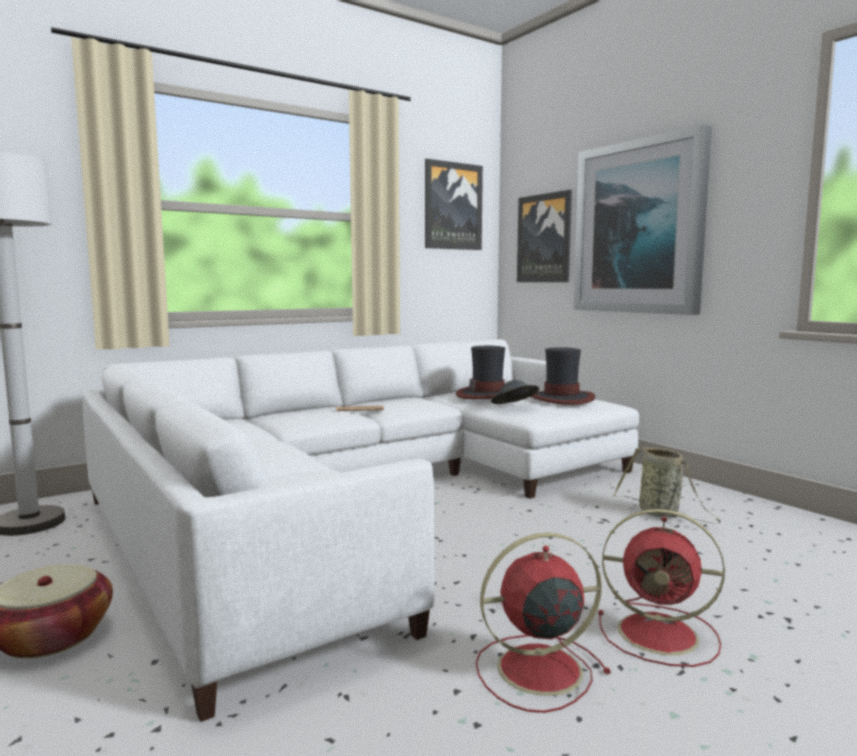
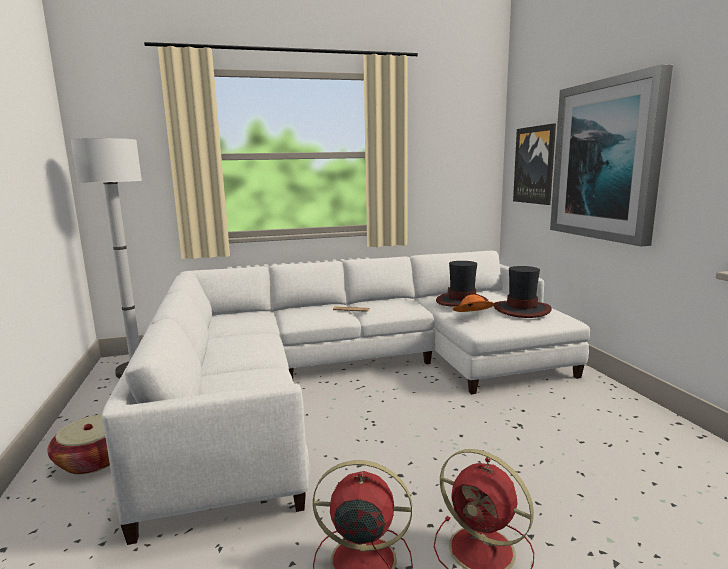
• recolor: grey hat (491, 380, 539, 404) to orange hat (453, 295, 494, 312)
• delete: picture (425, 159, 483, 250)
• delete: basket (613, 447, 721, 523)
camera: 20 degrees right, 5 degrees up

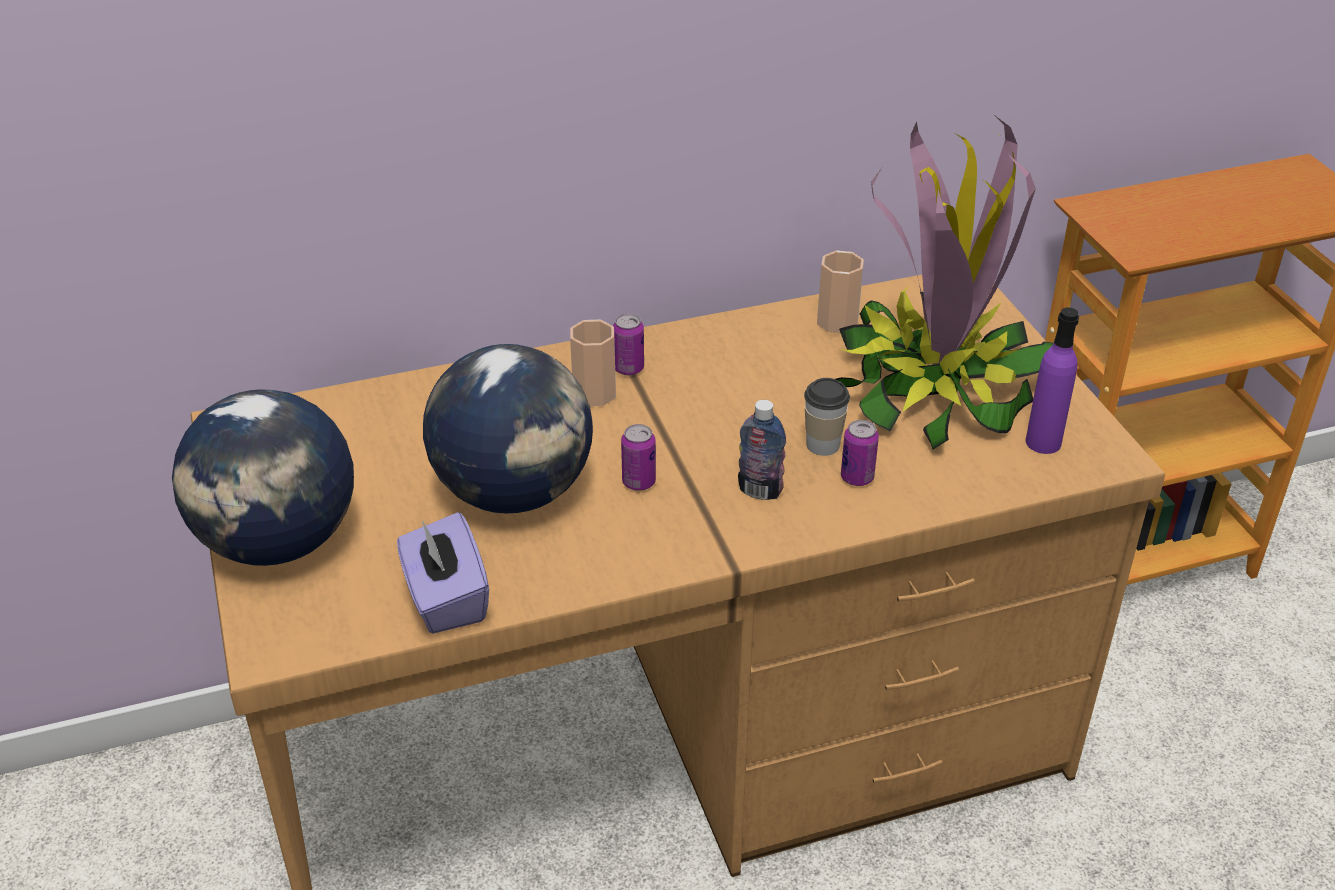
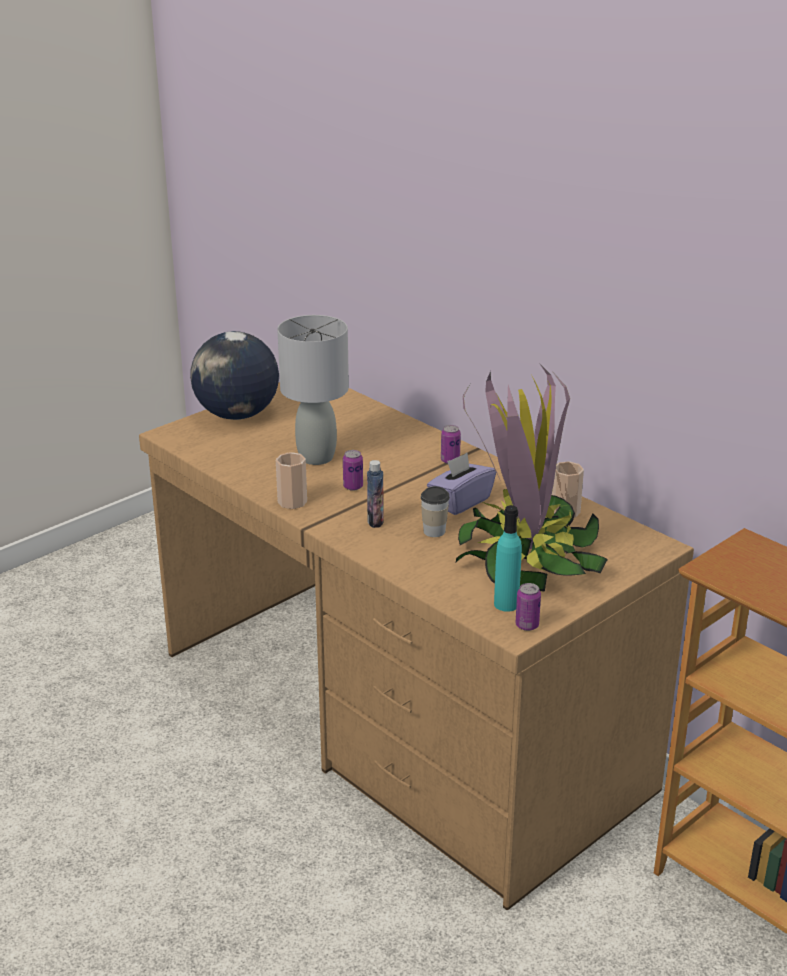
• move: cup (570, 320, 616, 406) to (276, 452, 307, 509)
• replace: globe (423, 344, 593, 514) to grey table lamp (277, 315, 349, 465)
• move: purple tissue box (397, 512, 489, 634) to (427, 453, 496, 515)
• recolor: purple bottle (1026, 307, 1079, 454) to turquoise bottle (494, 505, 522, 612)
• move: can (841, 420, 879, 486) to (515, 583, 541, 631)
camera: 65 degrees right, 10 degrees down

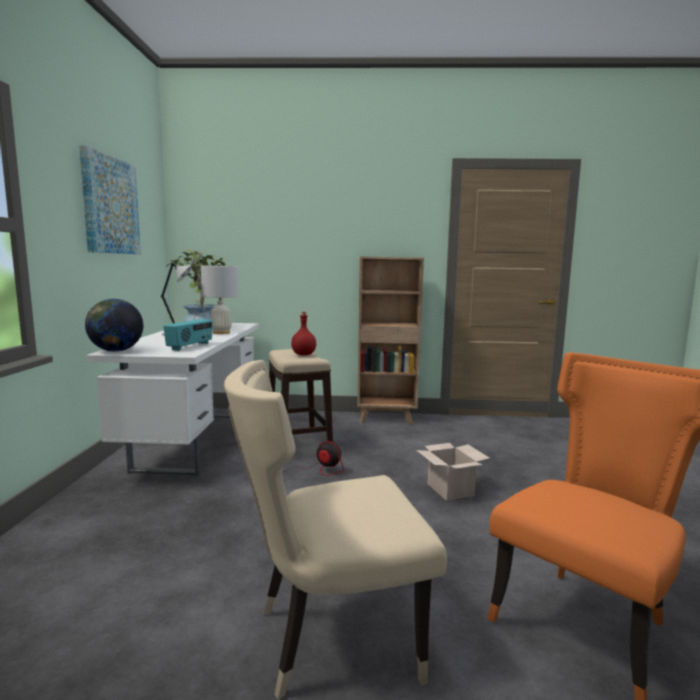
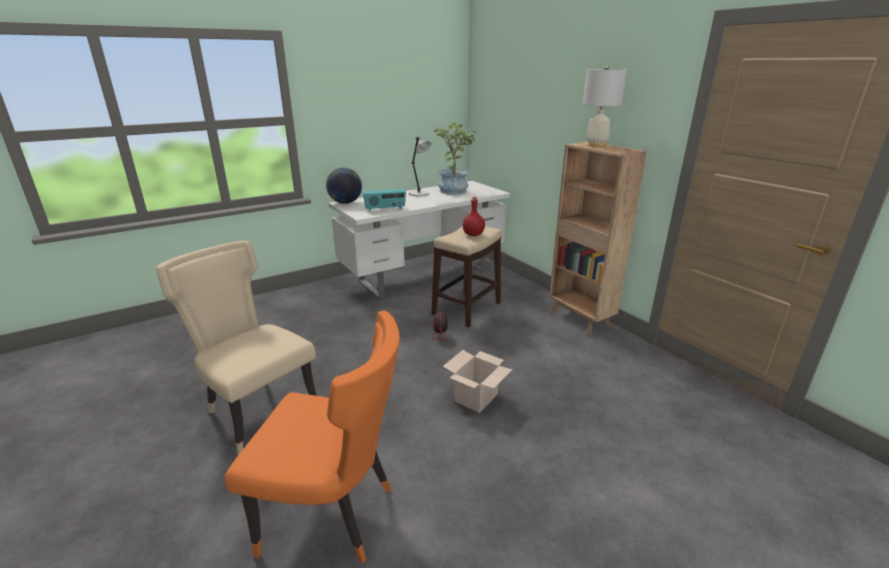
• move: white table lamp (201, 263, 238, 334) to (583, 66, 627, 147)
• delete: picture (79, 145, 141, 254)
camera: 55 degrees right, 15 degrees up

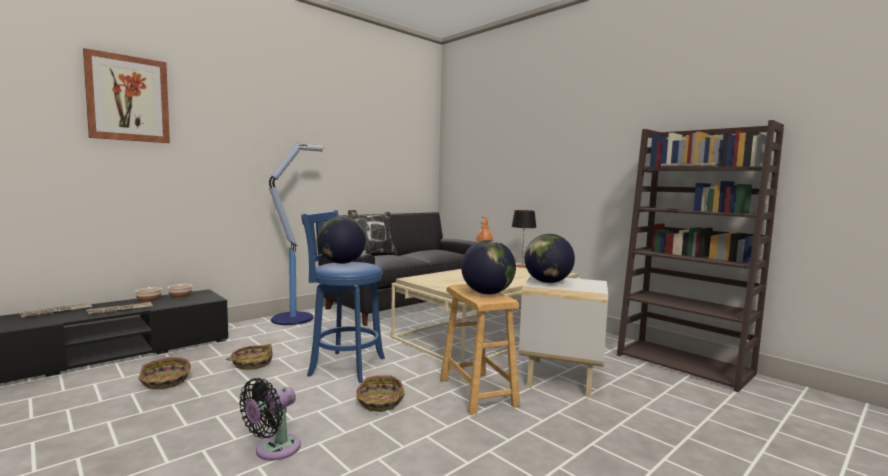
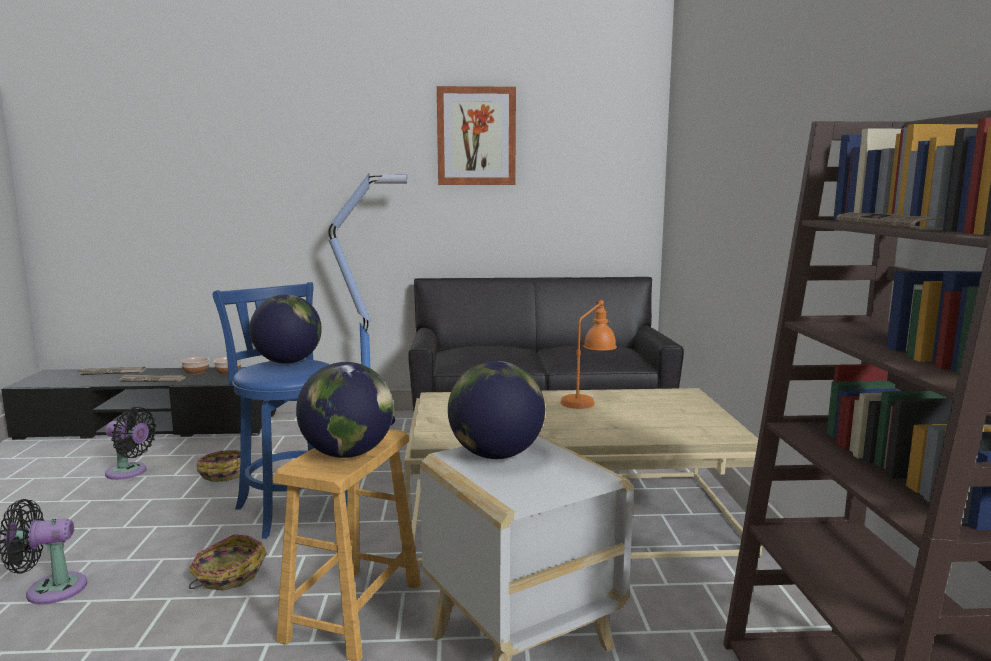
• replace: basket (138, 357, 191, 389) to black fan (105, 407, 157, 480)
• move: picture (83, 48, 170, 143) to (437, 86, 516, 185)
• delete: pillow (348, 210, 397, 254)
• delete: table lamp (511, 210, 536, 268)
camera: 40 degrees right, 5 degrees up

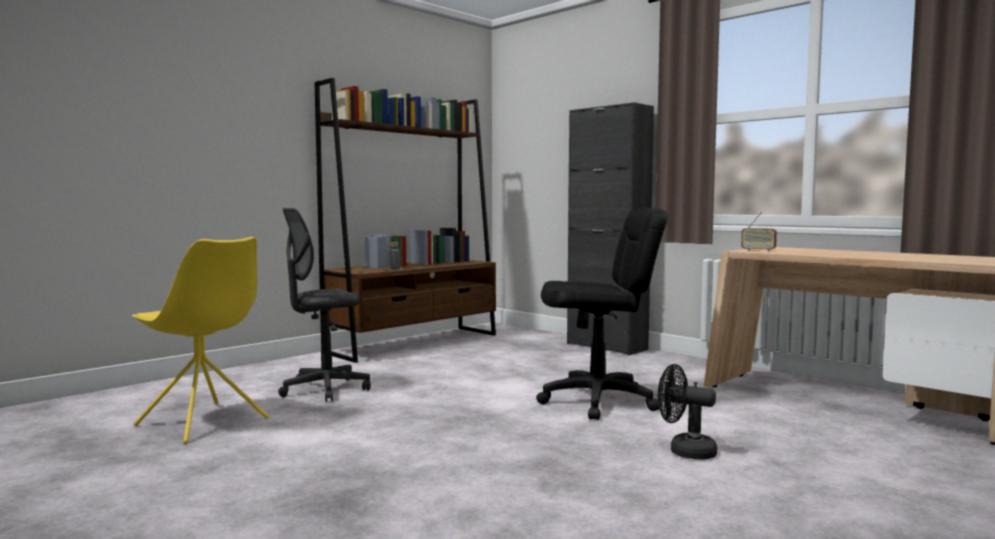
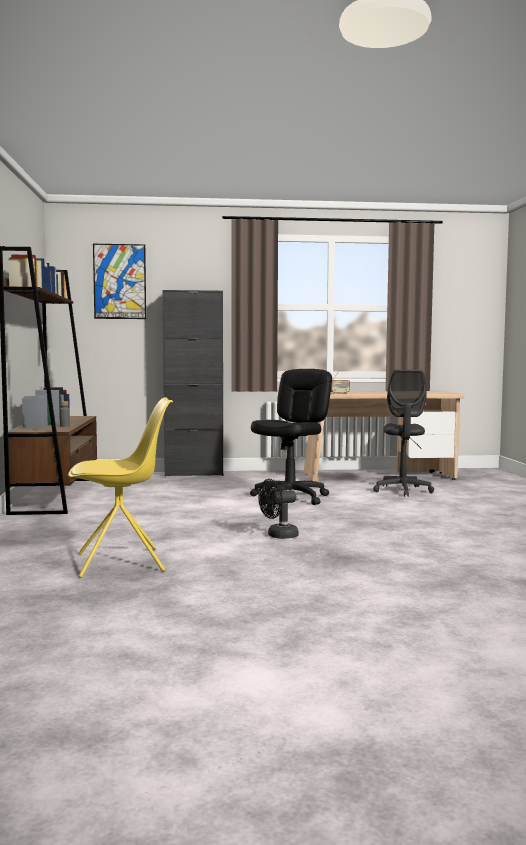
• insert: picture (93, 244, 146, 319)
• move: black fan (658, 364, 717, 460) to (258, 479, 299, 539)
• move: grey office chair (278, 208, 371, 402) to (373, 369, 434, 497)
camera: 50 degrees left, 0 degrees up

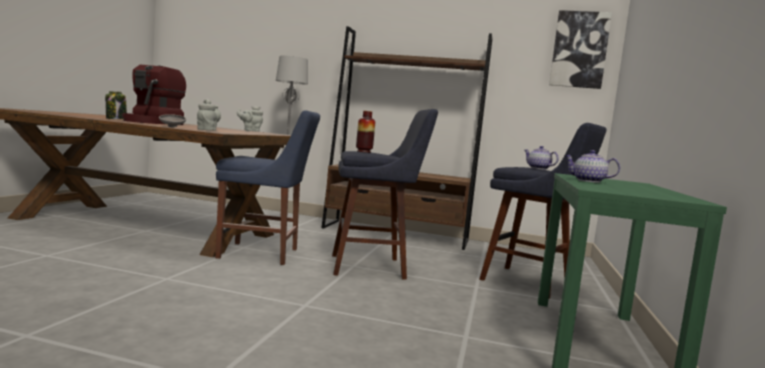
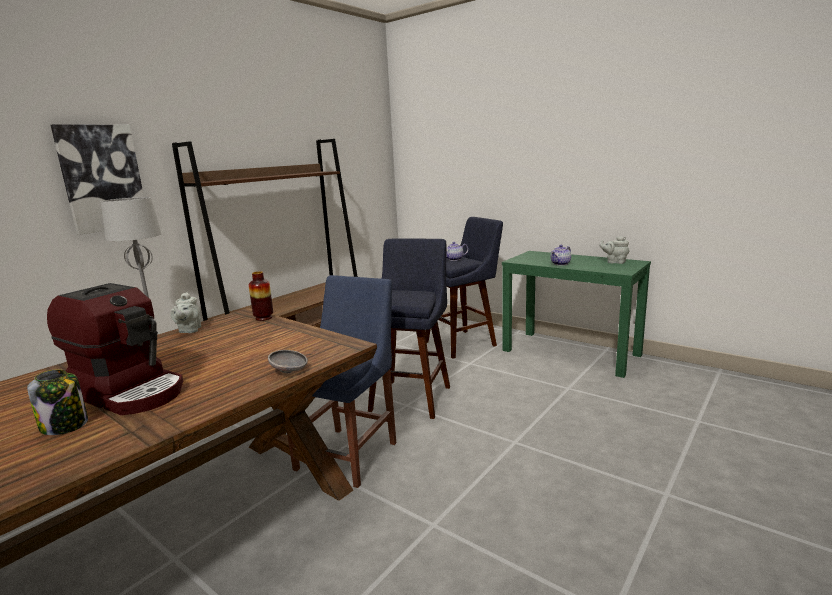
• move: picture (549, 10, 612, 89) to (51, 124, 144, 235)
• move: vase (356, 111, 375, 153) to (249, 271, 273, 321)
• move: grey teapot (197, 99, 221, 130) to (599, 236, 629, 264)
camera: 65 degrees left, 10 degrees up

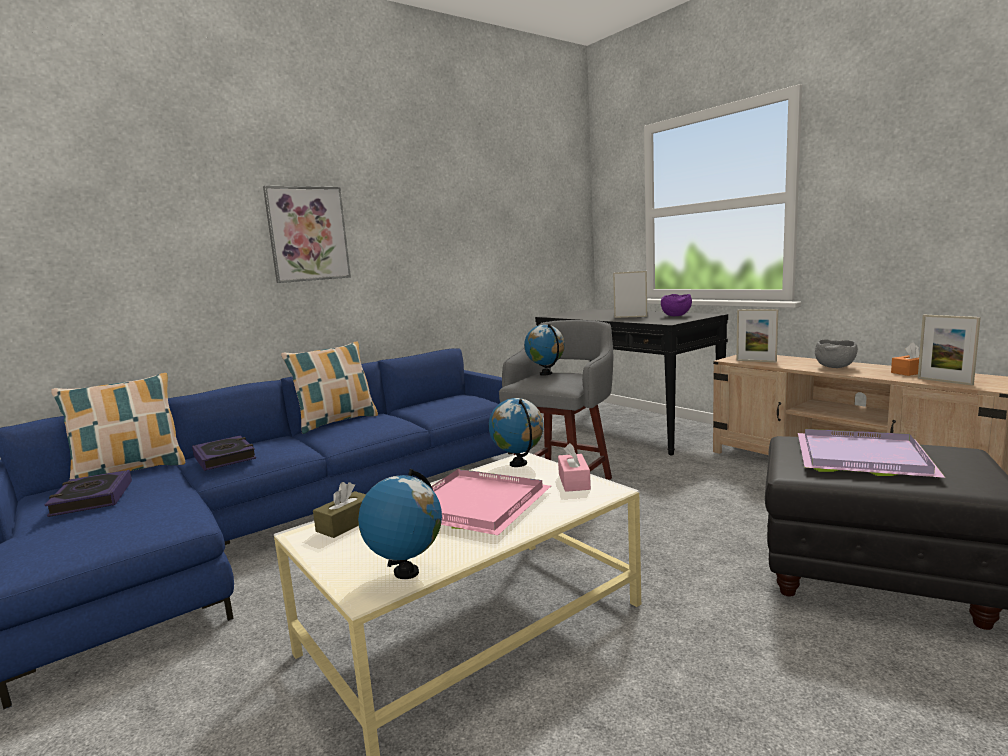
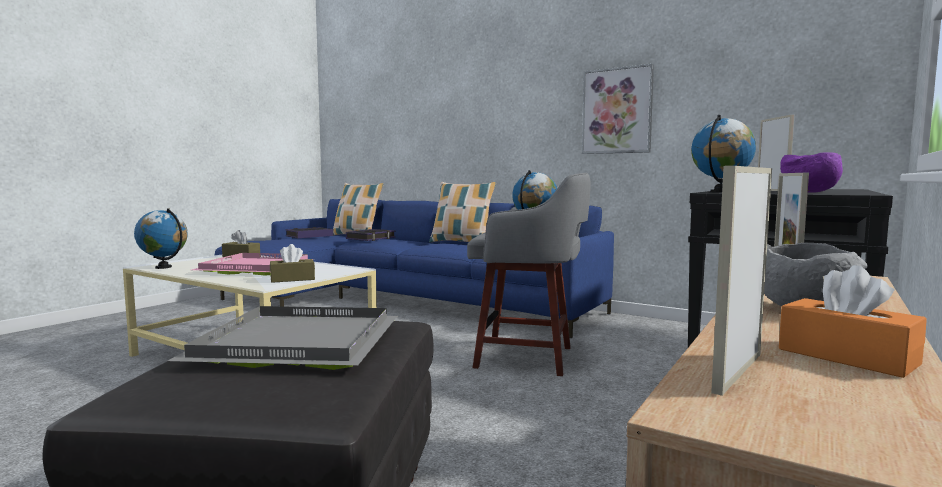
• recolor: purple tray (798, 429, 945, 478) to grey tray (168, 306, 397, 370)
• recolor: pink tissue box (558, 443, 591, 492) to brown tissue box (270, 244, 315, 283)
• move: picture (263, 186, 351, 283) to (582, 64, 654, 154)
• move: globe (489, 398, 544, 467) to (691, 115, 756, 192)
camera: 70 degrees right, 5 degrees down

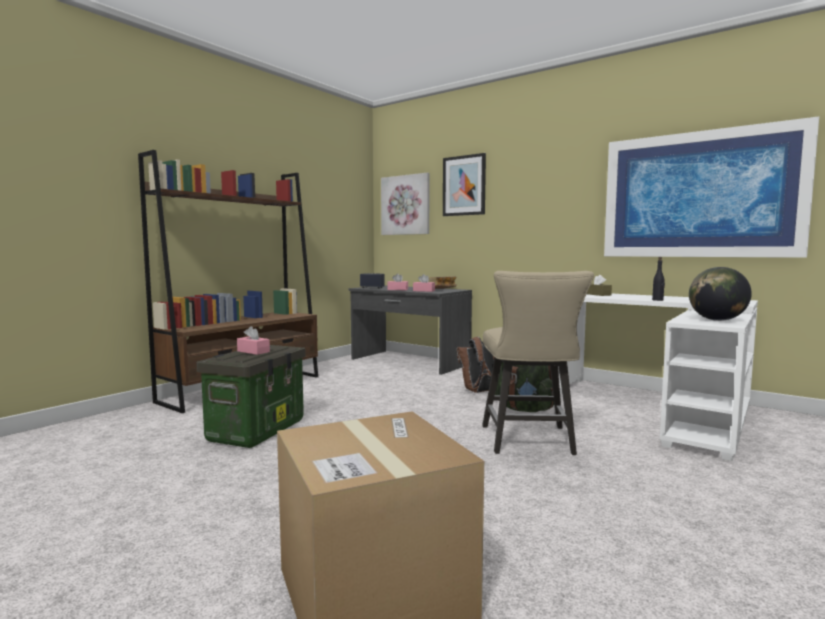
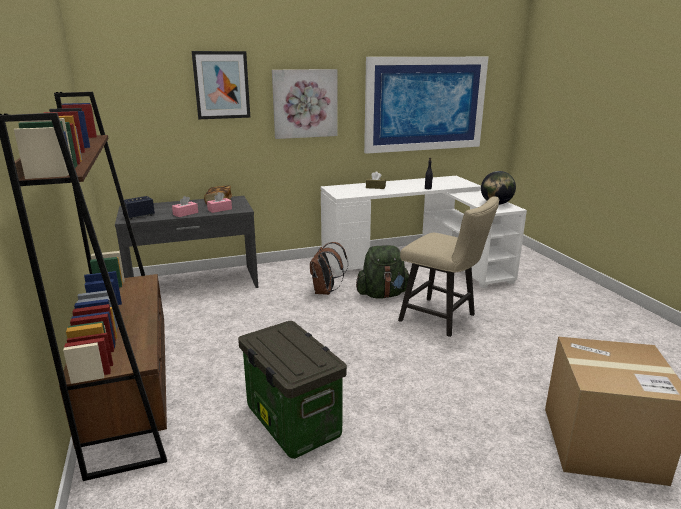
• move: picture (381, 173, 430, 235) to (272, 69, 338, 139)
• delete: pink tissue box (237, 326, 270, 355)
camera: 55 degrees left, 15 degrees up

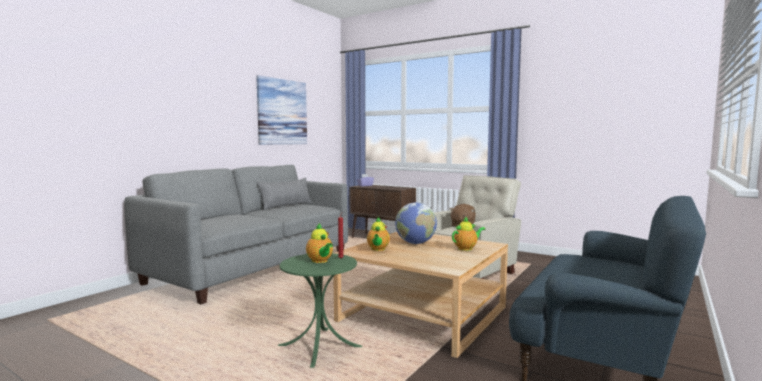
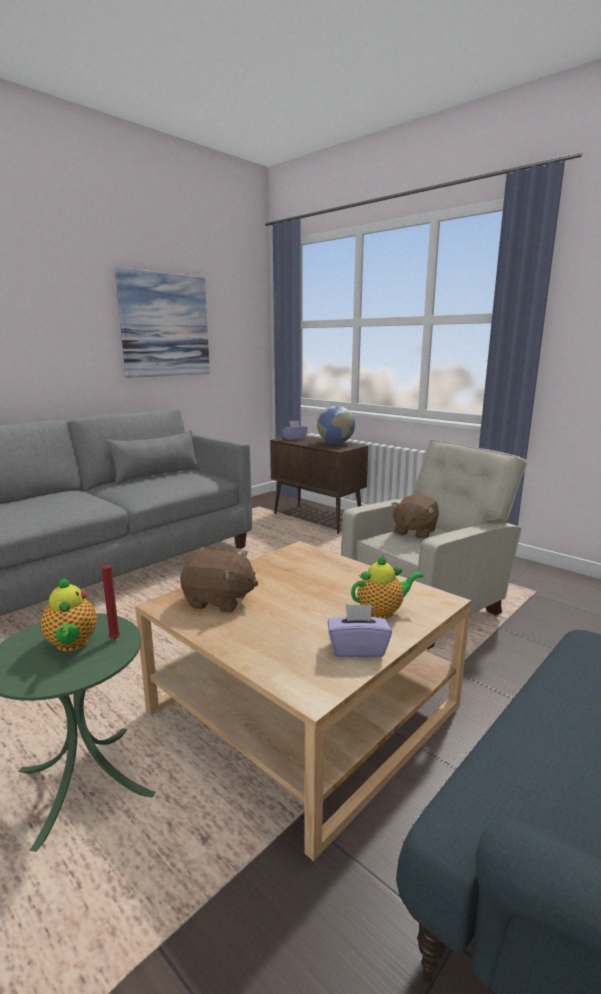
• replace: teapot (367, 217, 390, 251) to brown plush toy (180, 549, 258, 613)
• move: globe (395, 203, 437, 244) to (317, 406, 355, 444)
• insert: purple tissue box (328, 604, 392, 658)
camera: 10 degrees right, 10 degrees up

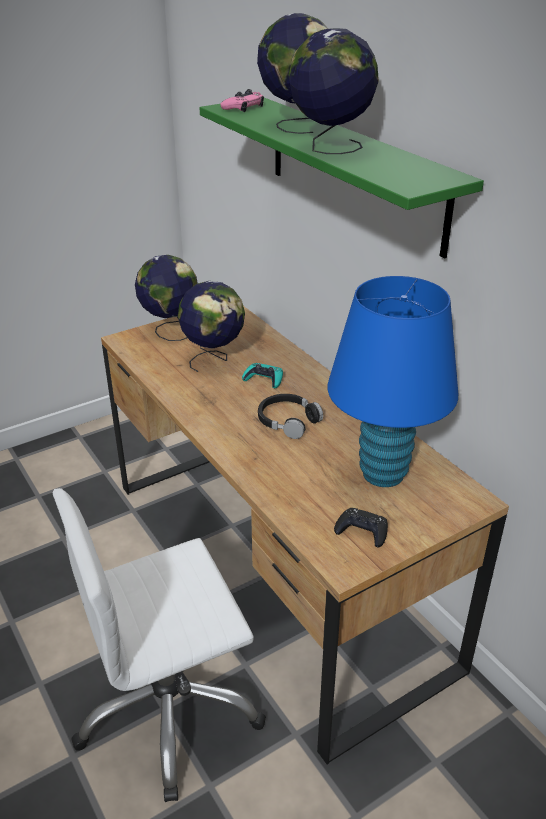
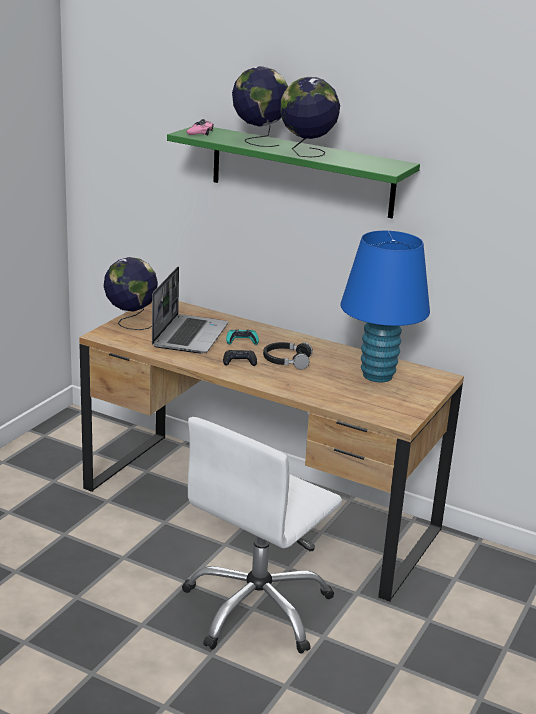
• replace: globe (178, 281, 245, 372) to laptop (152, 267, 228, 353)
• move: black game controller (334, 508, 388, 548) to (223, 350, 257, 366)
camera: 30 degrees left, 10 degrees down

